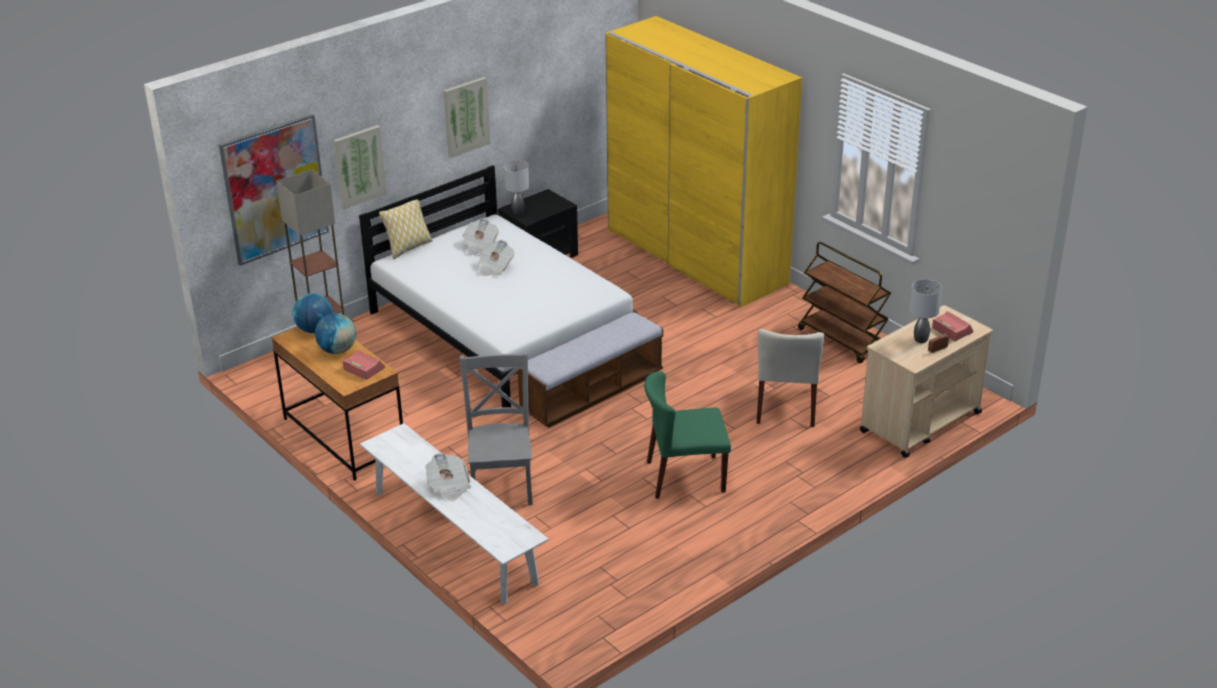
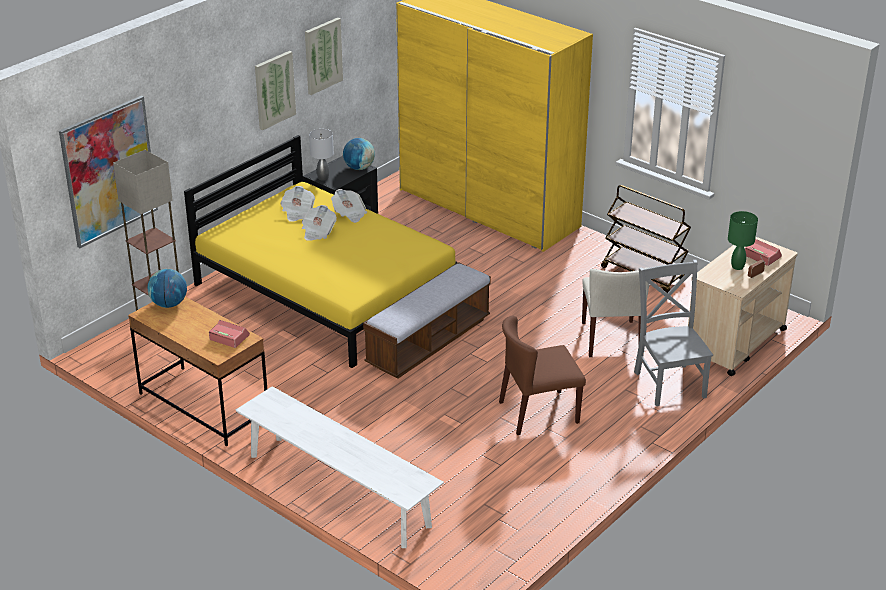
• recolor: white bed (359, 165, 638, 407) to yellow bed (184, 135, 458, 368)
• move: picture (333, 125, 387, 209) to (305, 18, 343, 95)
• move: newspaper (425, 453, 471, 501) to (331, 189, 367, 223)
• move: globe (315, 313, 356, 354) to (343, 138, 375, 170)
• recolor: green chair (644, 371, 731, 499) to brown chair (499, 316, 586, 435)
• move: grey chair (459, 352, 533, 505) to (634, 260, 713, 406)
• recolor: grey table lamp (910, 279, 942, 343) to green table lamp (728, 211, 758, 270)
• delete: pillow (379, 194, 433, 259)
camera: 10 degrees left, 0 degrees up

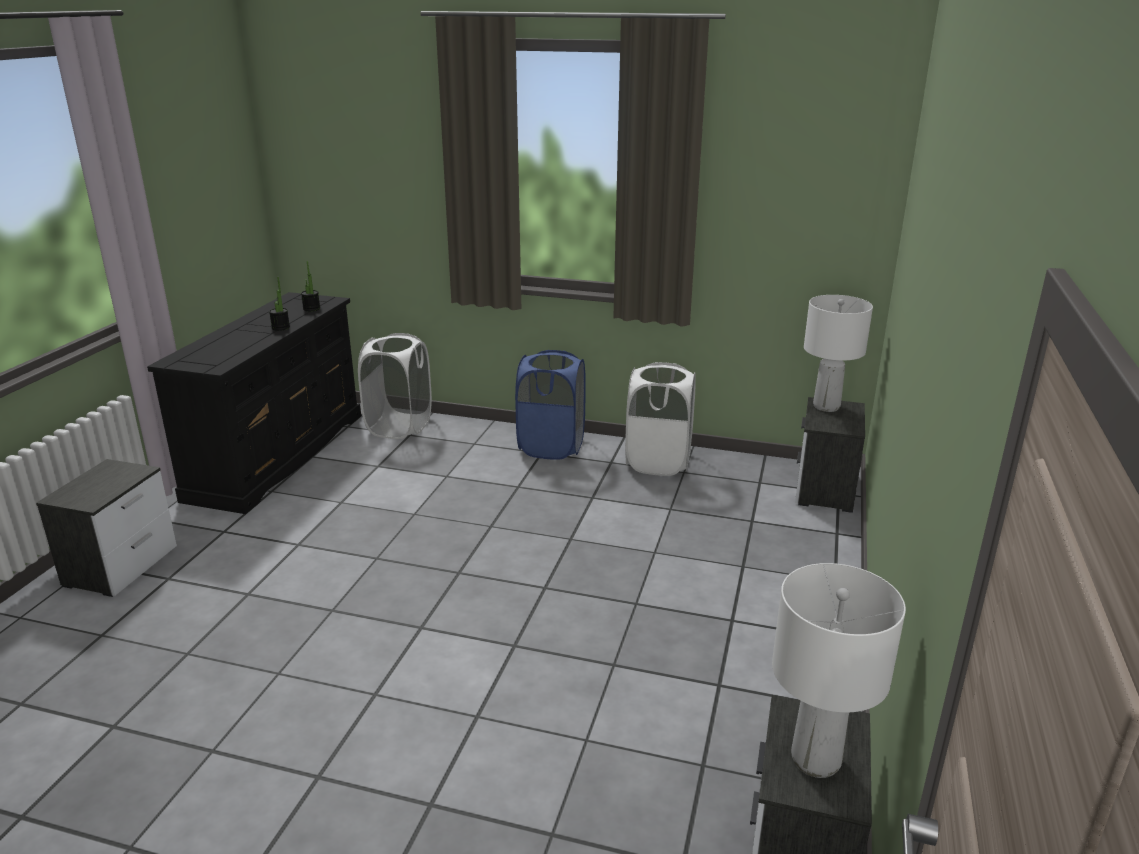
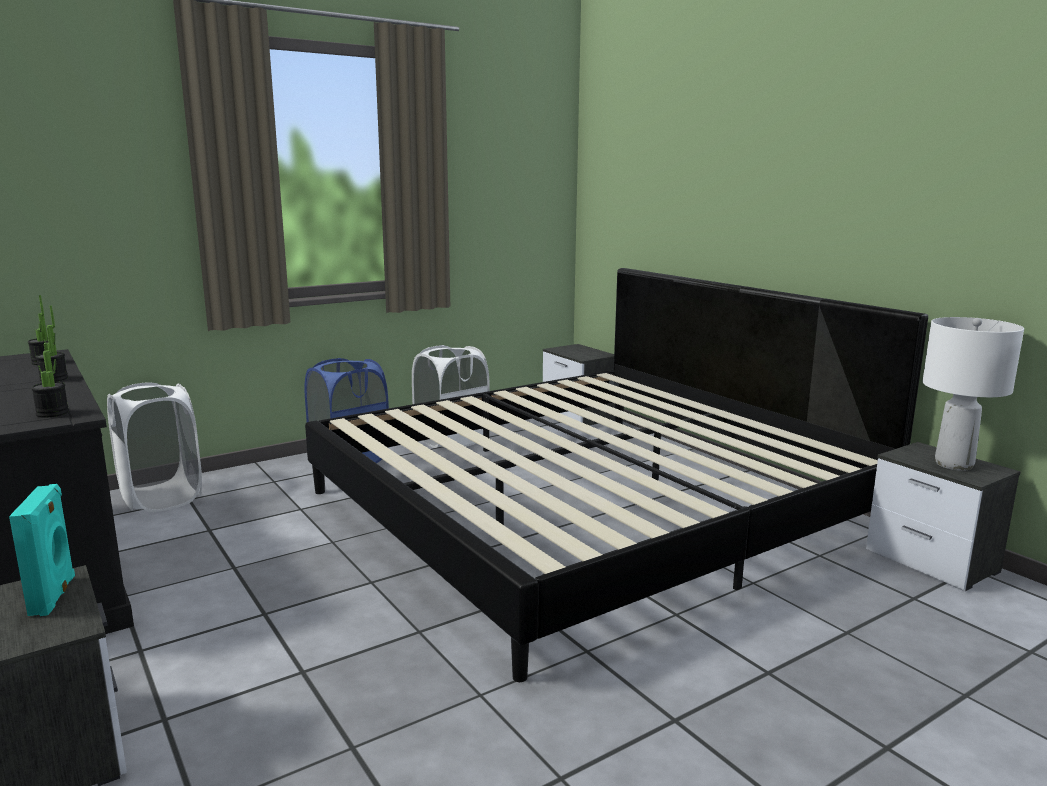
• insert: turquoise speaker (9, 484, 75, 616)
• insert: potted plant (31, 328, 69, 418)
• insert: bed (305, 268, 928, 682)
• delete: white table lamp (804, 295, 873, 412)
camera: 50 degrees left, 10 degrees down

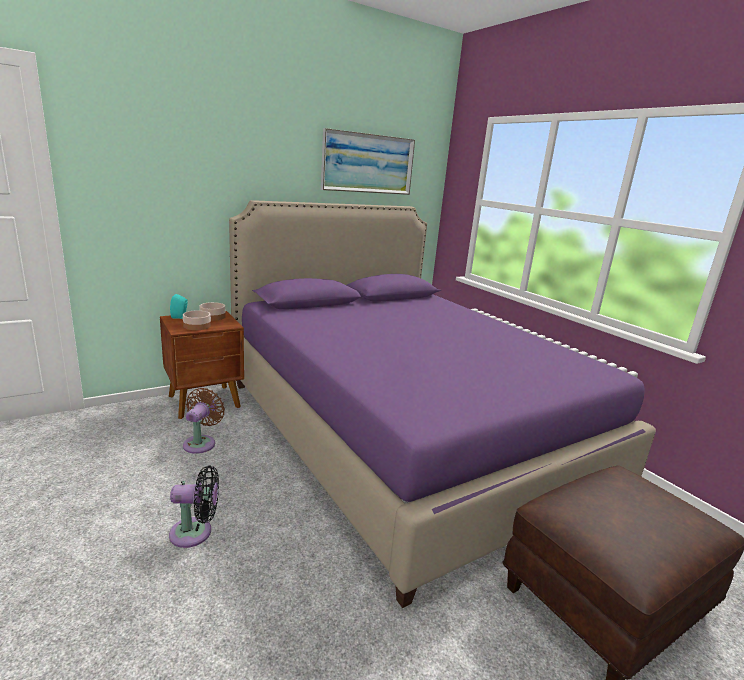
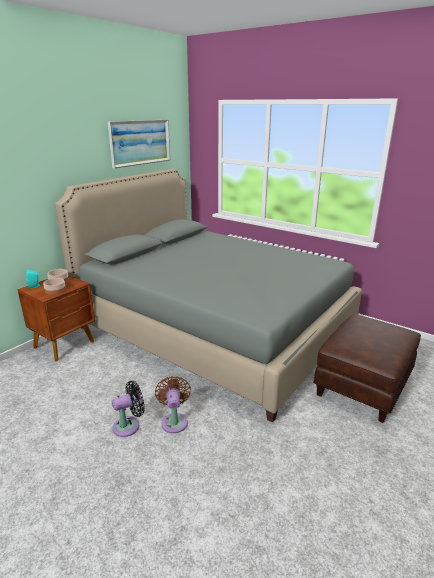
• recolor: purple bed (229, 200, 656, 608) to grey bed (55, 169, 362, 423)
• move: brown fan (183, 388, 225, 454) to (155, 376, 191, 433)
camera: 20 degrees left, 5 degrees up

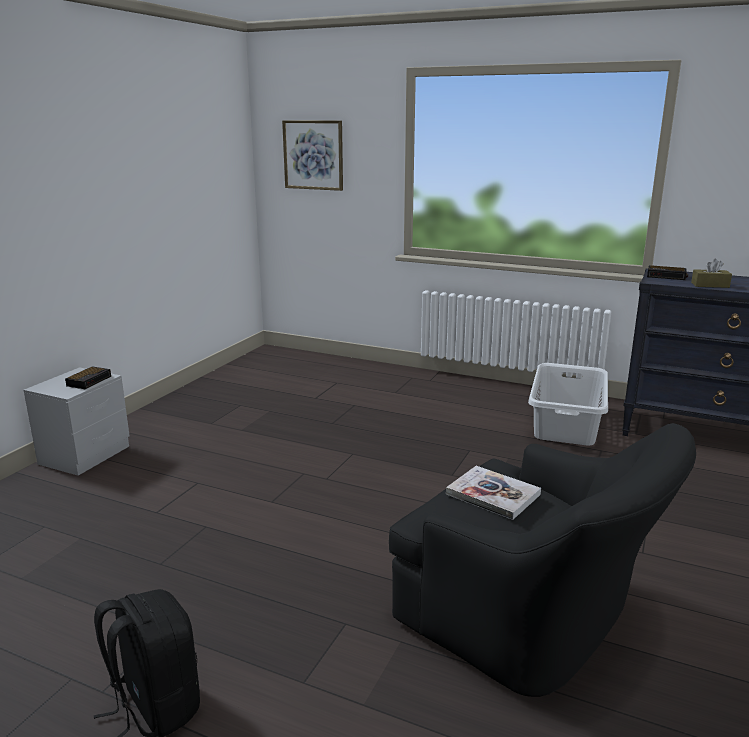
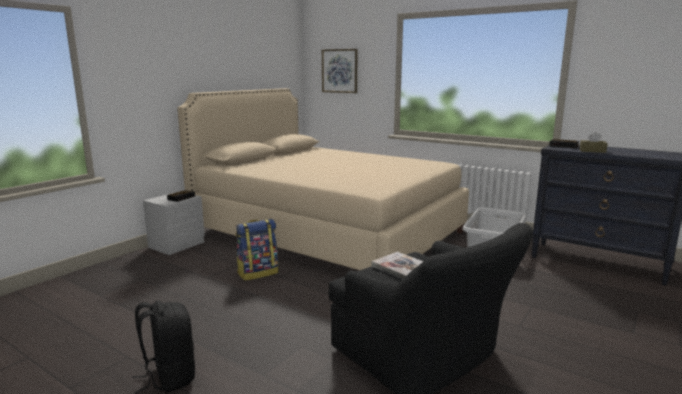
• insert: beige bed (177, 88, 469, 270)
• insert: backpack (236, 219, 279, 281)
camera: 10 degrees right, 5 degrees down

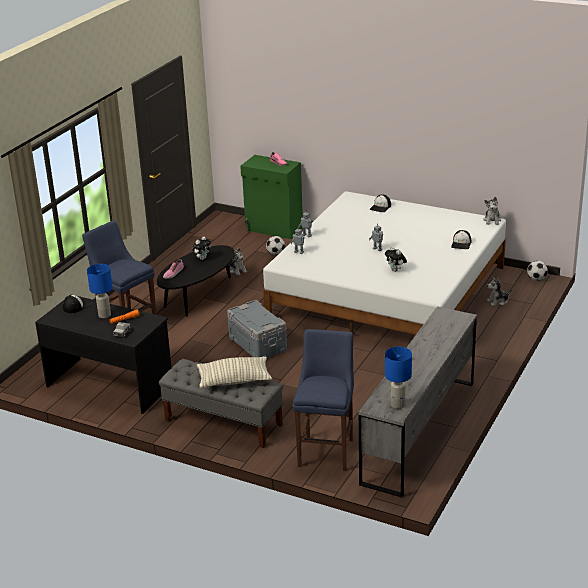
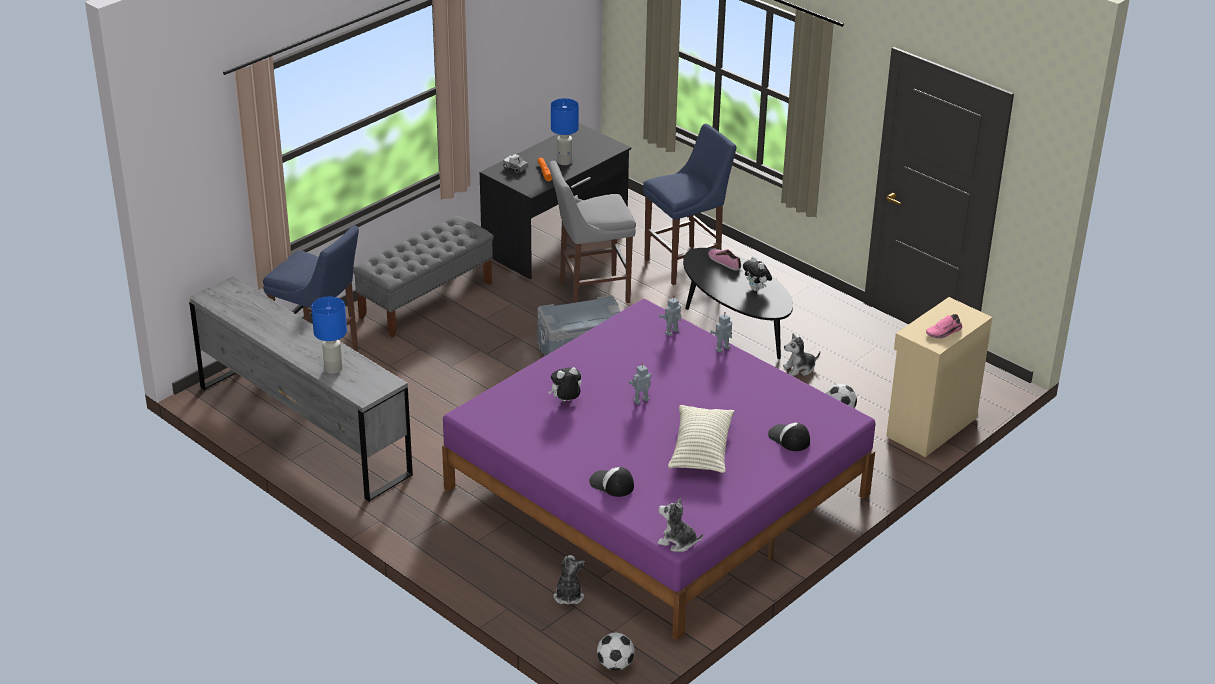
• move: blue table lamp (385, 347, 412, 409) to (311, 297, 347, 374)
• recolor: white bed (263, 191, 506, 335) to purple bed (442, 299, 876, 640)
• insert: grey stool (549, 161, 636, 303)
• move: pillow (197, 357, 272, 388) to (668, 405, 734, 473)
• recolor: green cabinet (240, 155, 303, 239) to beige cabinet (886, 297, 992, 457)
• delete: cap (63, 295, 92, 313)
camera: 105 degrees right, 5 degrees up

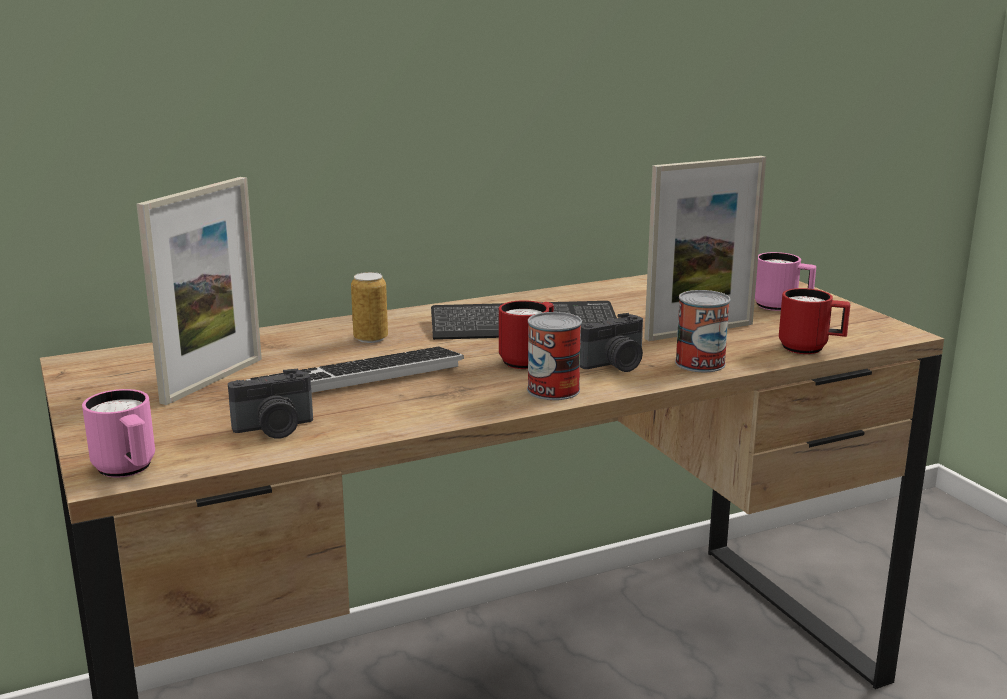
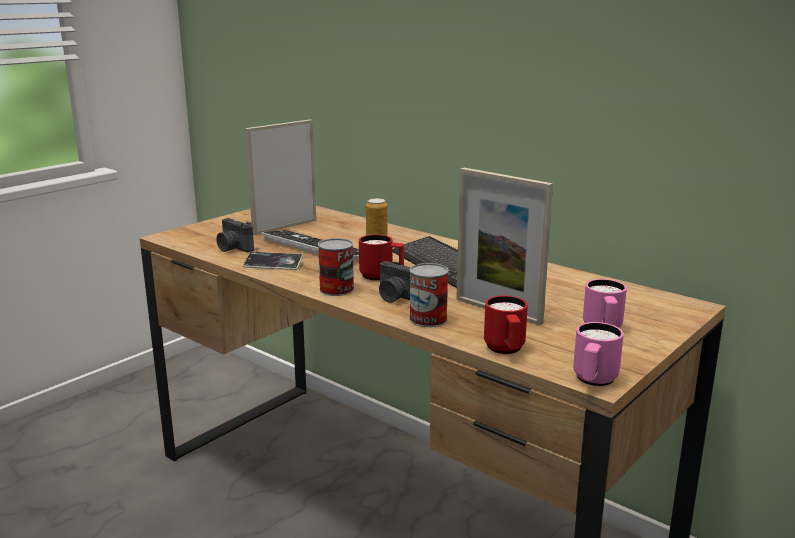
• insert: phone (243, 252, 303, 270)
• rotate: picture frame (136, 177, 262, 405) = (245, 120, 316, 235) 135 degrees clockwise
• move: pink mug (82, 389, 155, 477) to (573, 322, 624, 386)
camera: 65 degrees right, 0 degrees up

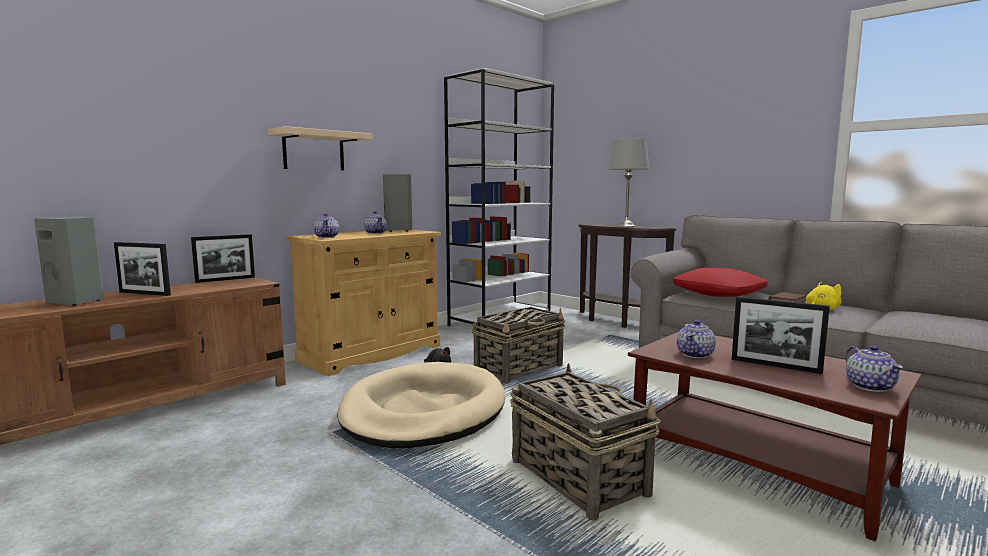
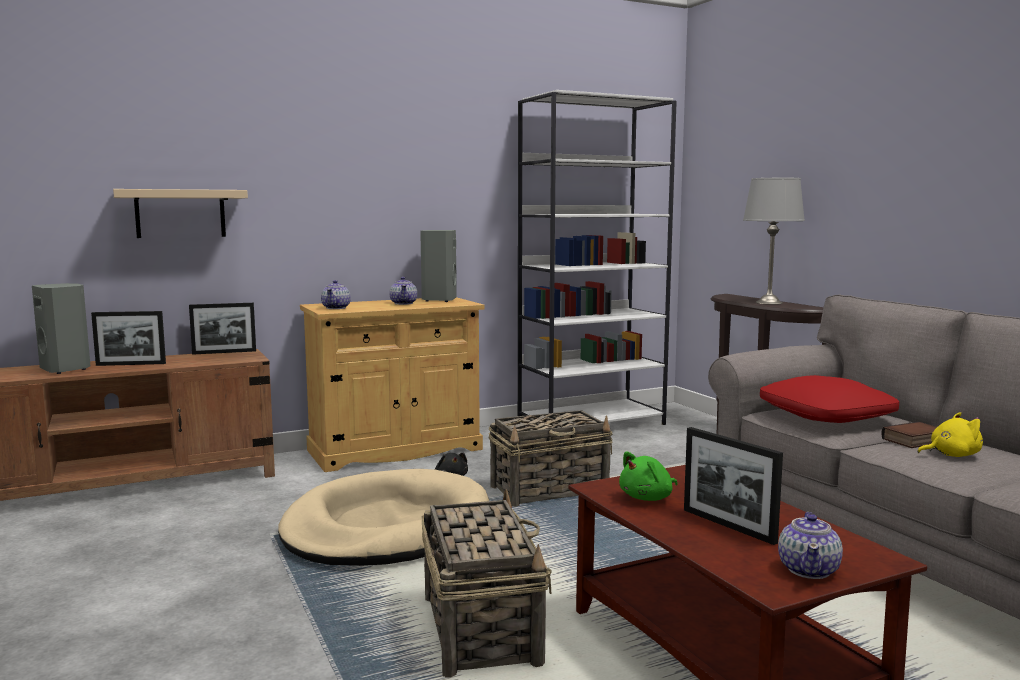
• rotate: picture frame (114, 242, 171, 296) = (91, 311, 166, 366) 45 degrees counterclockwise
• move: beige shelf (268, 126, 372, 170) to (113, 189, 248, 238)
• replace: teapot (677, 320, 716, 358) to green plush toy (619, 451, 678, 501)
camera: 20 degrees right, 0 degrees up

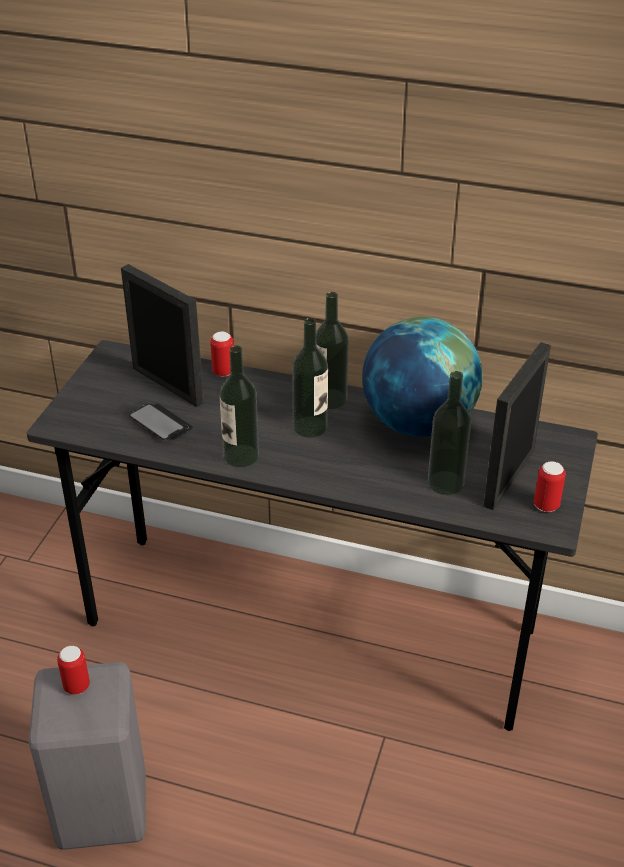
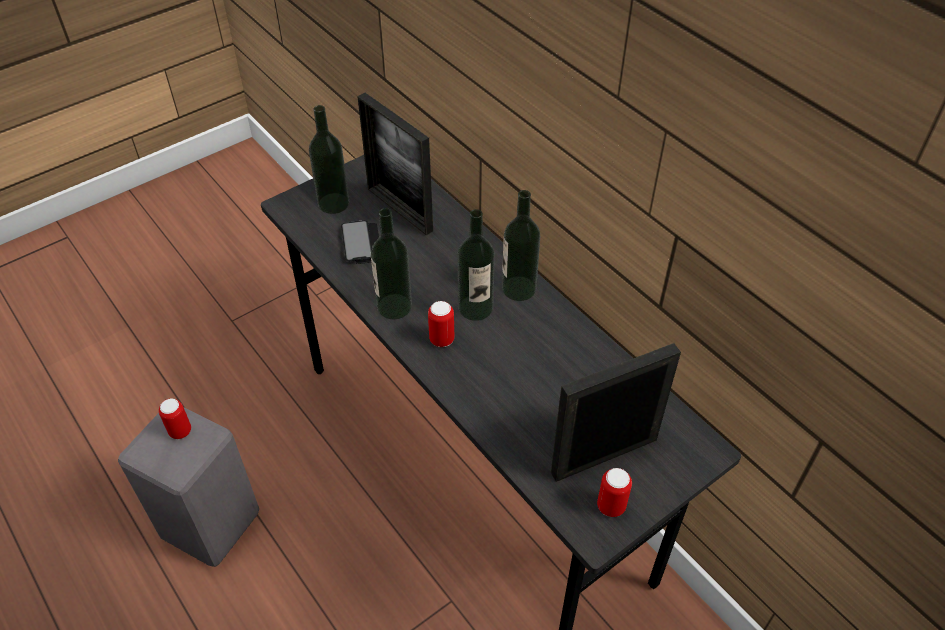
• move: bottle (428, 371, 471, 495) to (309, 105, 349, 214)
• rotate: picture frame (121, 264, 204, 407) = (357, 93, 433, 235) 150 degrees clockwise
• move: can (210, 332, 234, 377) to (428, 301, 454, 347)
• delete: globe (362, 317, 483, 437)
camera: 35 degrees right, 10 degrees up

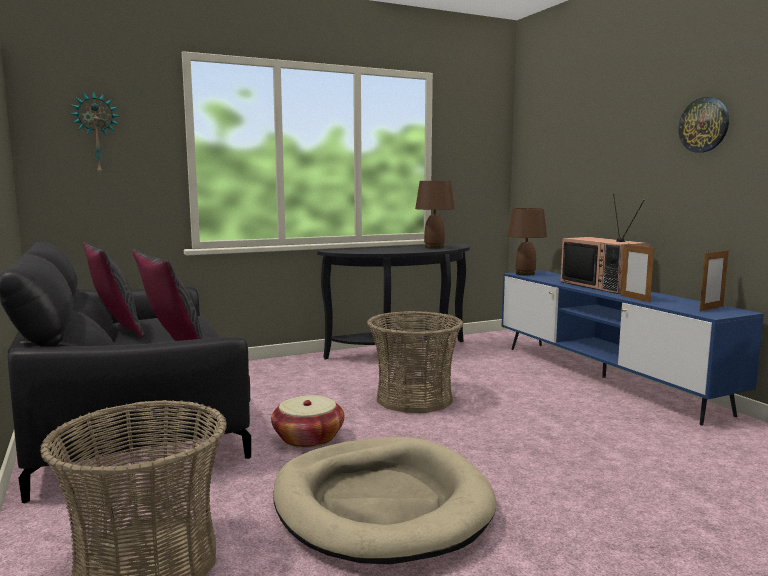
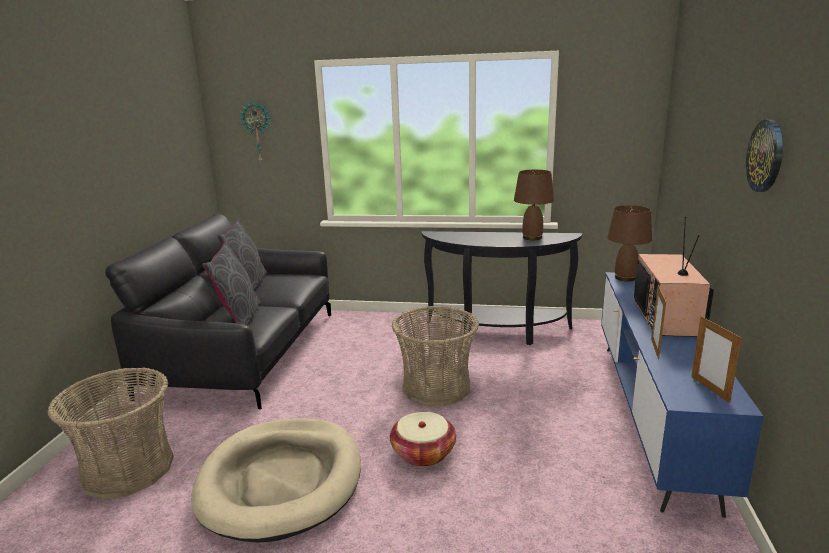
• move: basket (271, 395, 344, 448) to (390, 412, 456, 467)
• rotate: picture frame (700, 250, 729, 311) = (691, 316, 742, 403) 75 degrees clockwise
camera: 35 degrees right, 10 degrees up

